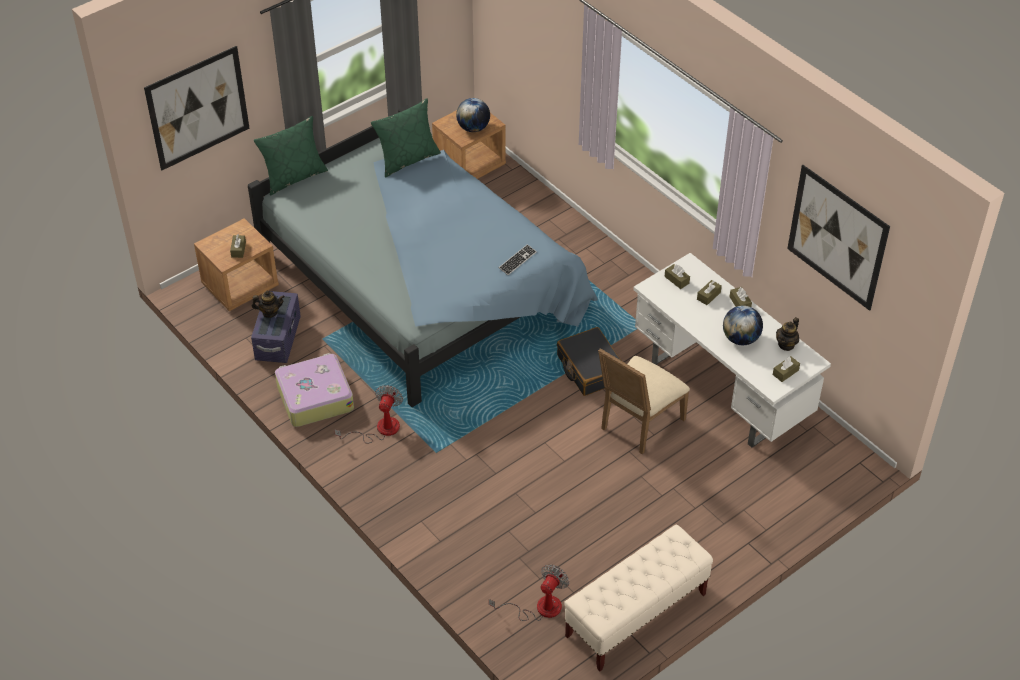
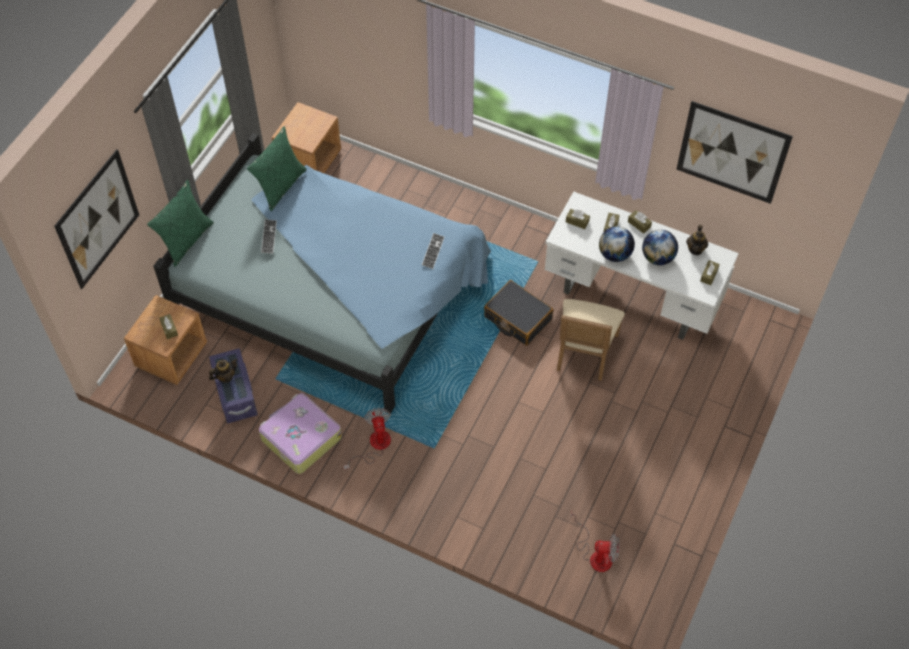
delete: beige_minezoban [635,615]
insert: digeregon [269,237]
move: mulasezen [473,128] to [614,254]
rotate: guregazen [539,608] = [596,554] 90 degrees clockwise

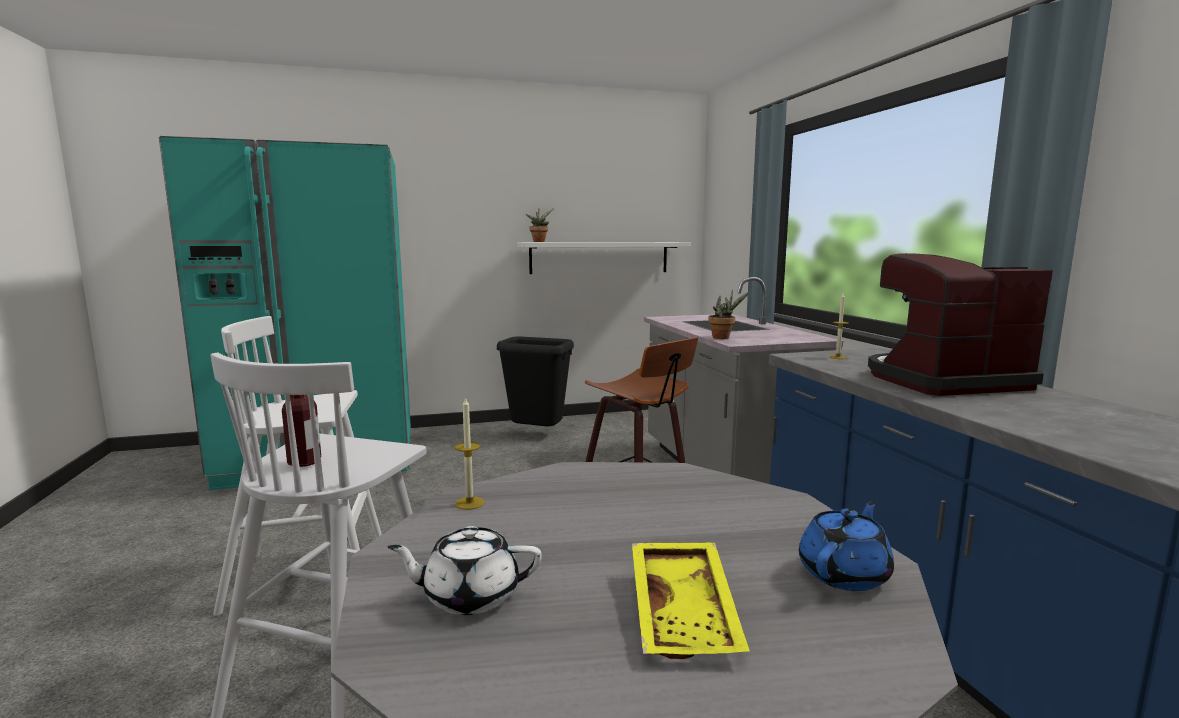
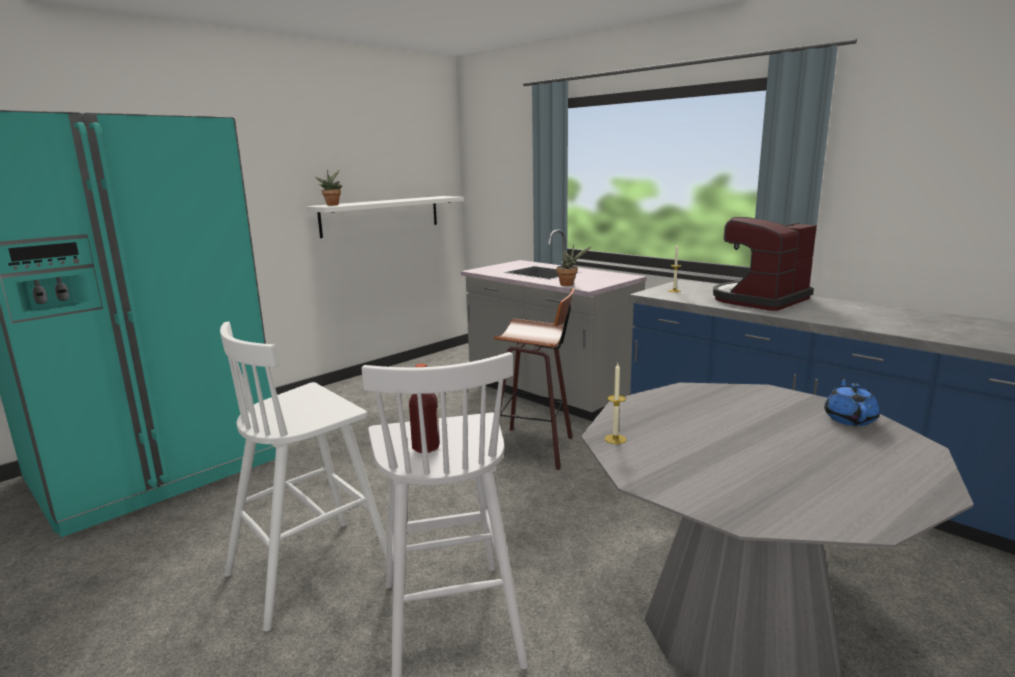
delete: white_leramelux [469,596]; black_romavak [537,434]; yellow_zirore [686,613]

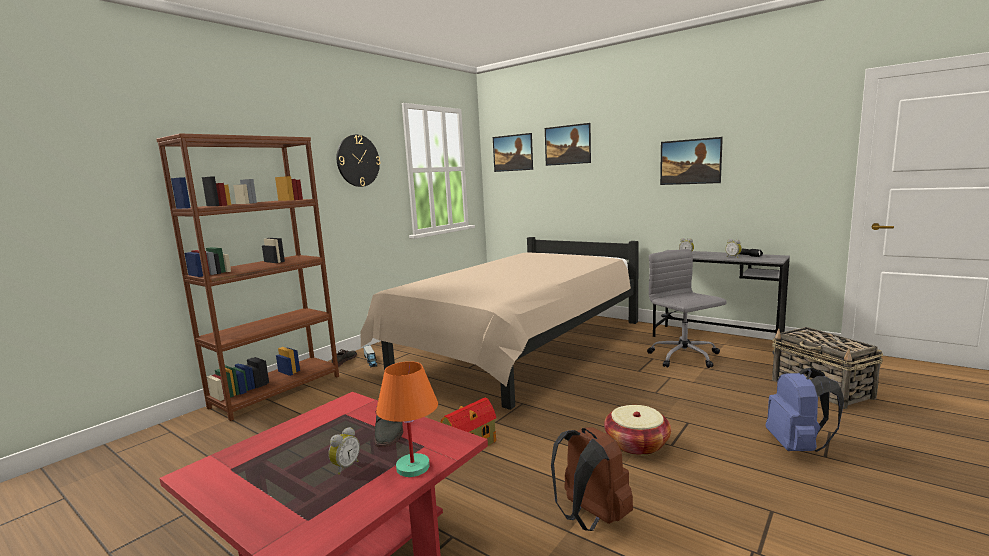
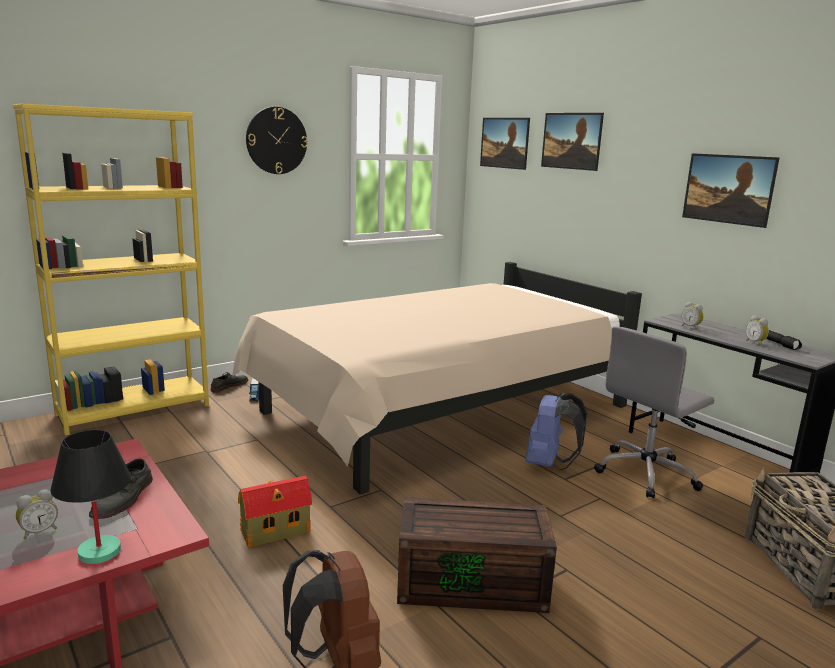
move: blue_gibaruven [798,446] to [549,464]
replace: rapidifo [637,444] to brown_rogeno [473,582]
recolor: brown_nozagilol [277,391] to yellow_nozagilol [134,410]; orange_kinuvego [413,467] to black_kinuvego [100,551]
rotate: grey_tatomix [685,357] = [646,473] 120 degrees counterclockwise

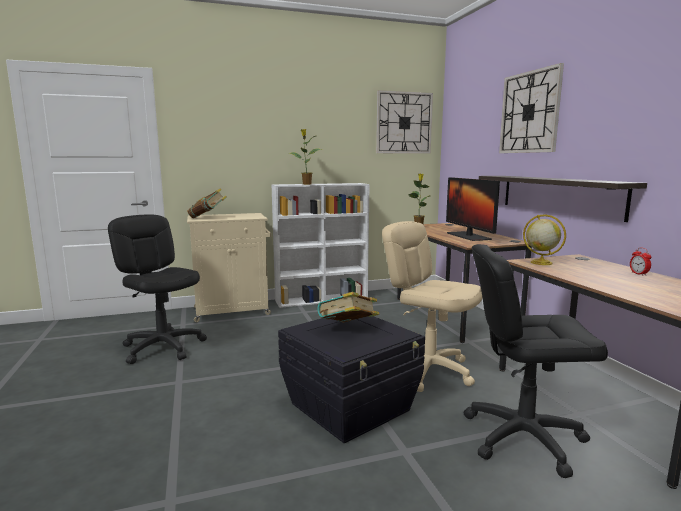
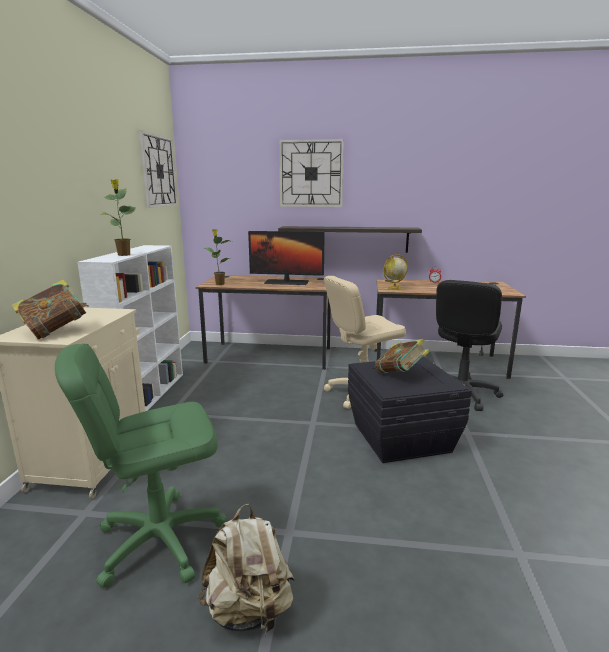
insert: beige_gibaruven [249,610]
recolor: black_tatomix [163,347] to green_tatomix [160,539]

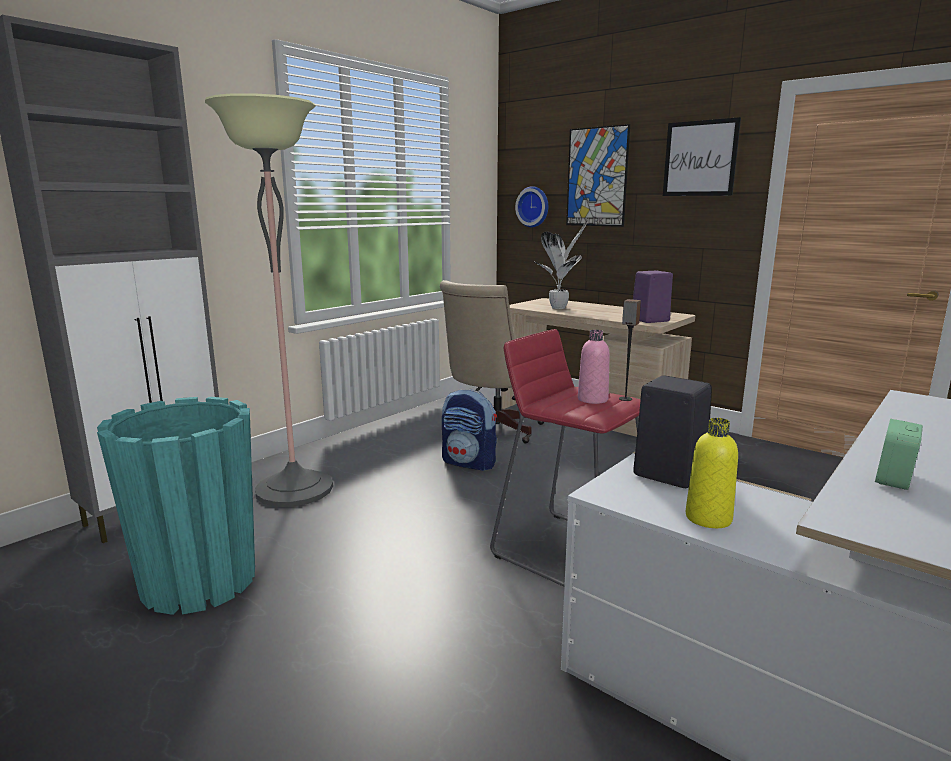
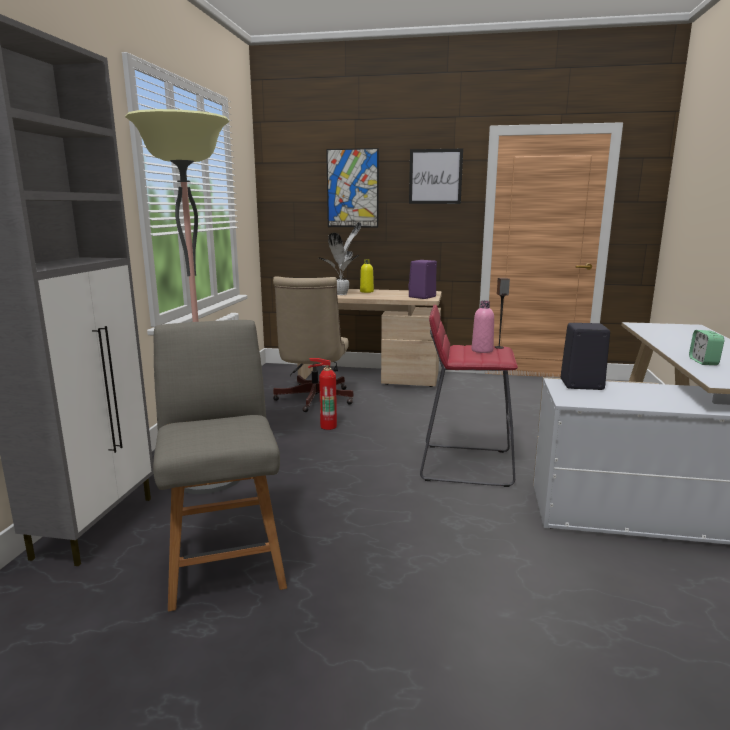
delete: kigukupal [533,207]
move: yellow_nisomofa [708,518] to [366,291]
replace: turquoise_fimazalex [199,581] to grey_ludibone [225,562]; gibaruven [469,463] to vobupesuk [327,426]

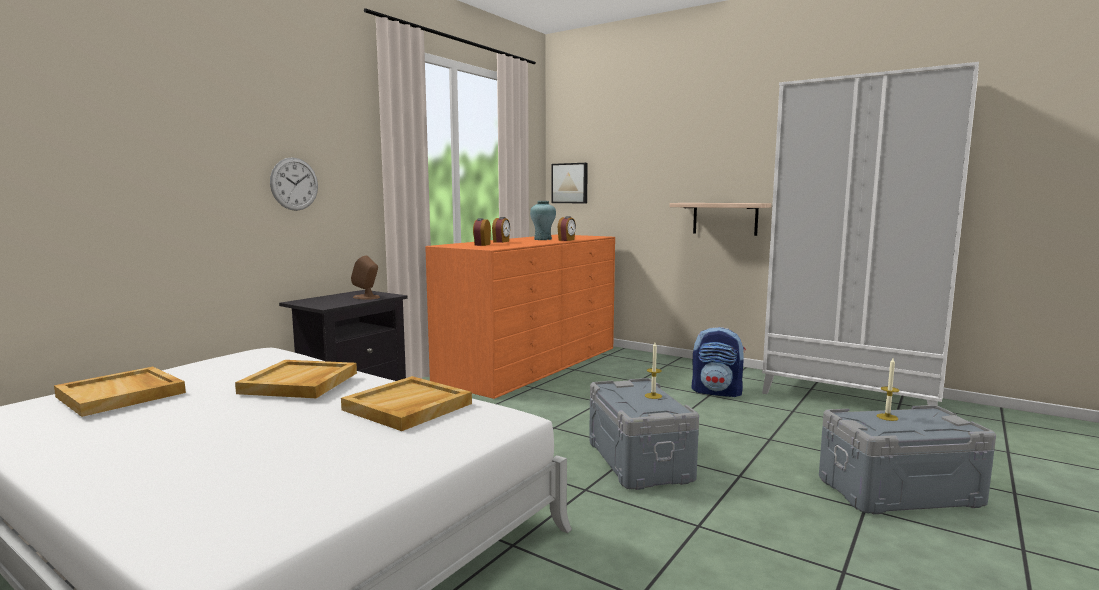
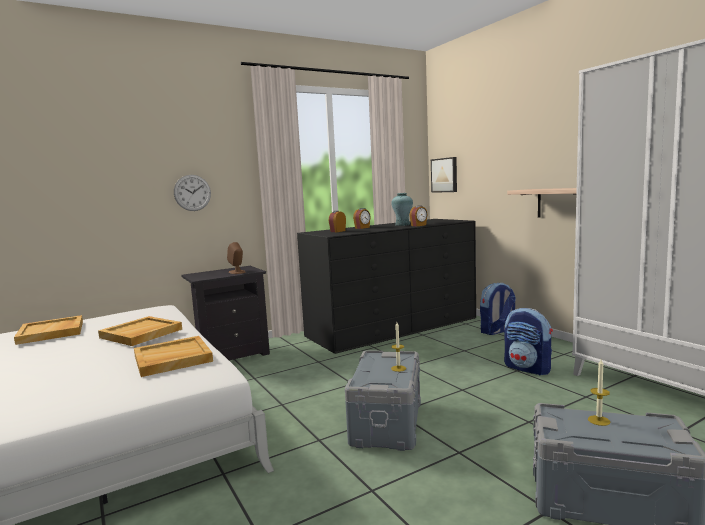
insert: gibaruven [497,331]
recolor: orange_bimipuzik [531,364] to black_bimipuzik [393,327]

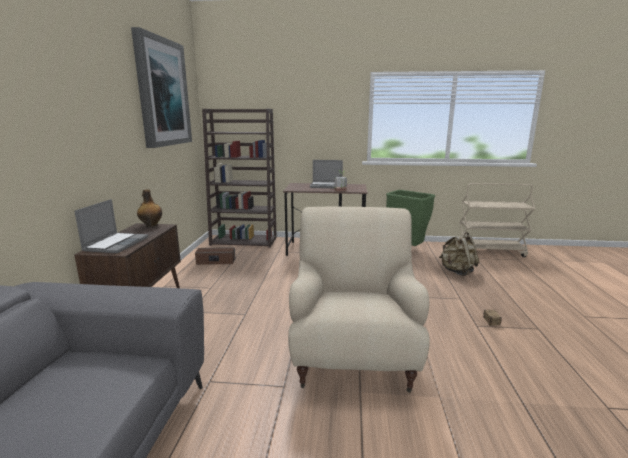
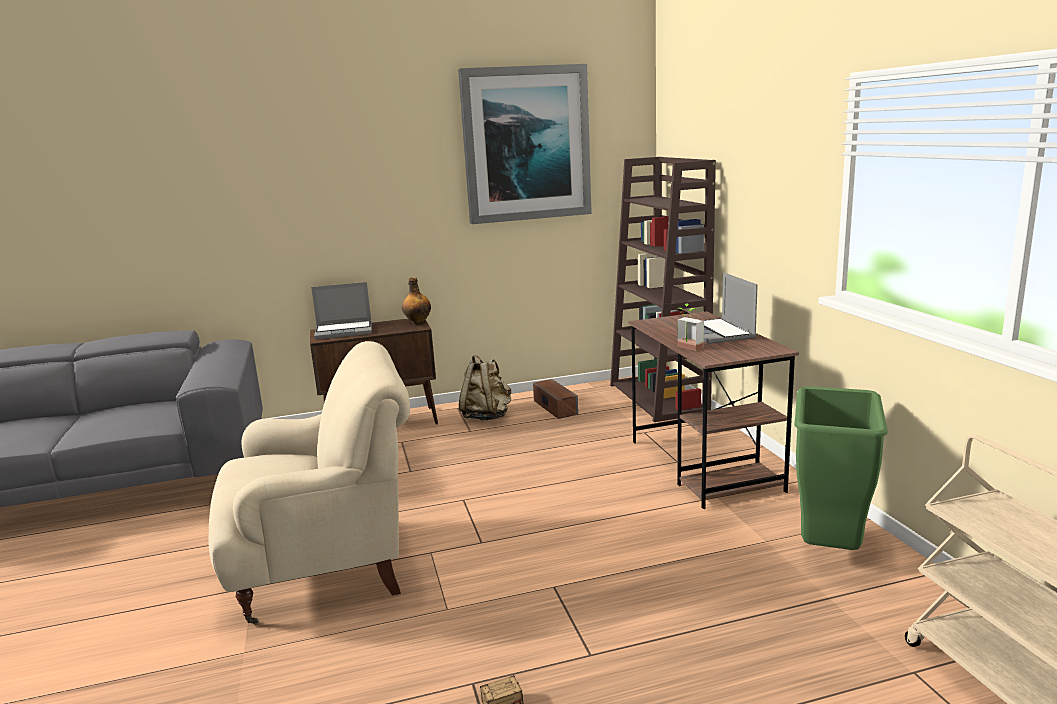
move: beige_gibaruven [457,271] to [487,416]

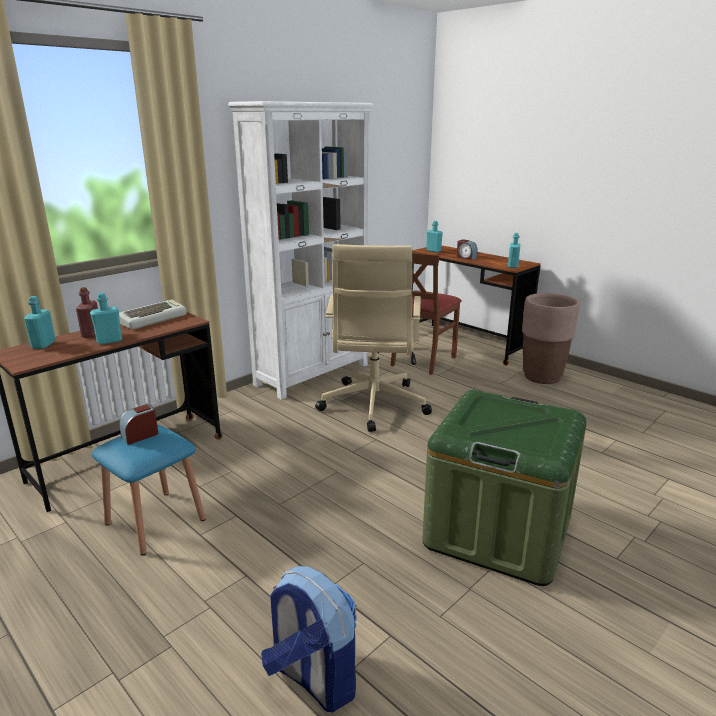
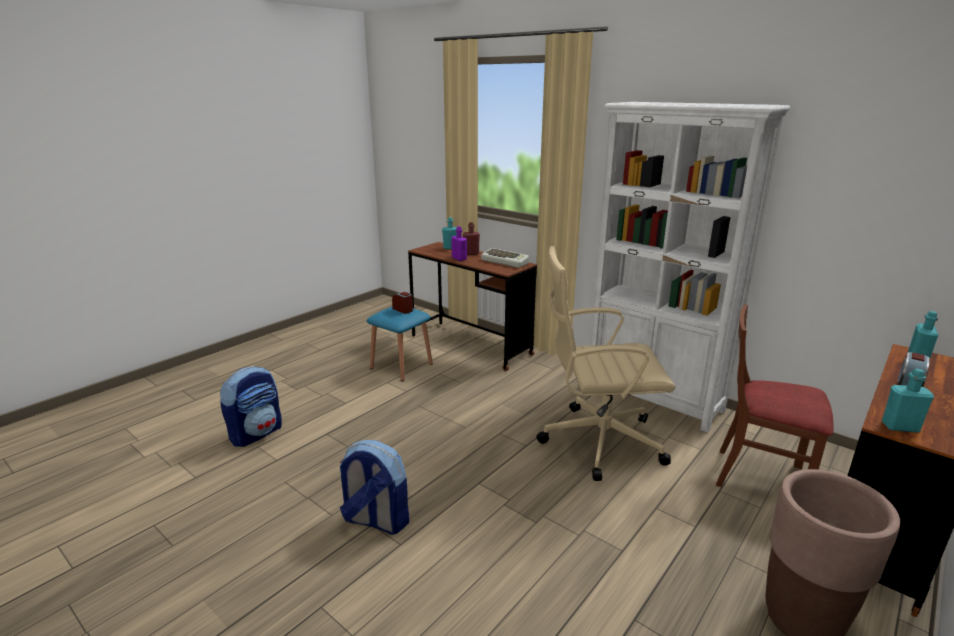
replace: green_rogeno [498,530] to gibaruven [375,520]
recolor: turquoise_nisomofa [109,341] to purple_nisomofa [459,258]

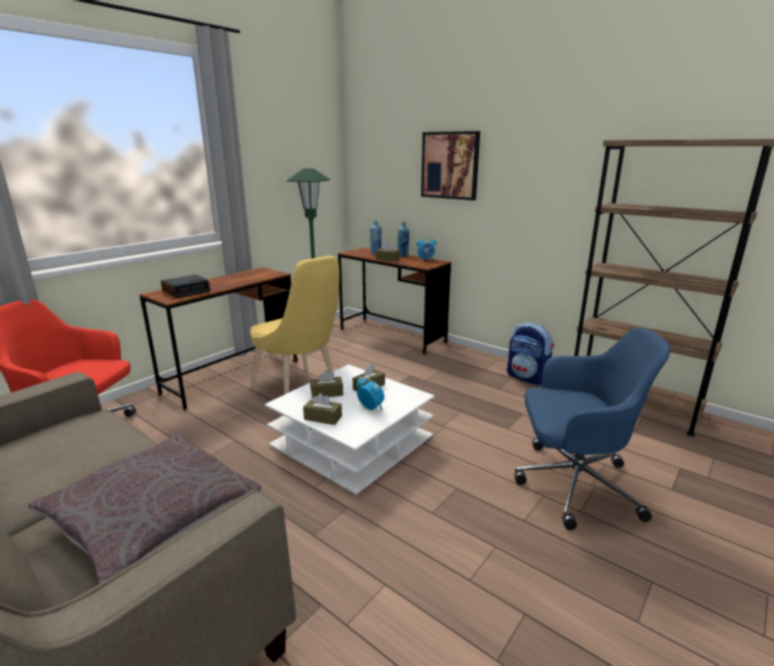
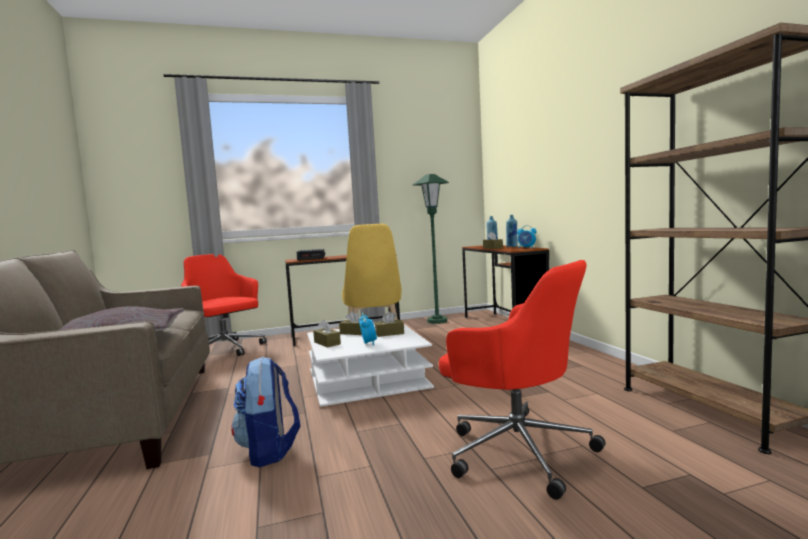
delete: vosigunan [450,165]
move: gibaruven [528,378] to [269,450]
recolor: blue_tatomix [572,484] to red_tatomix [516,449]

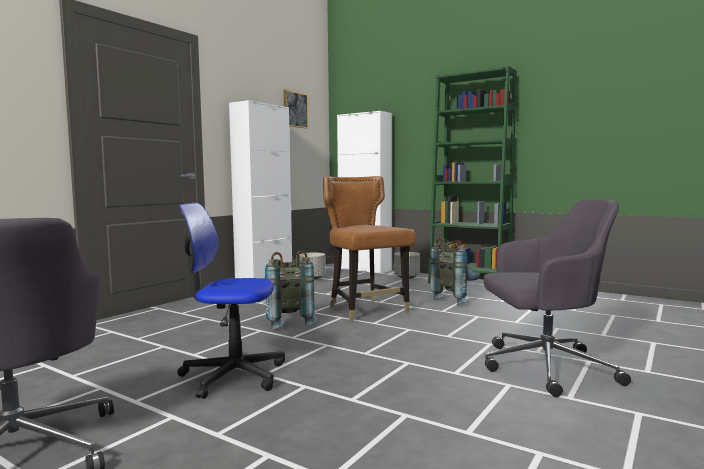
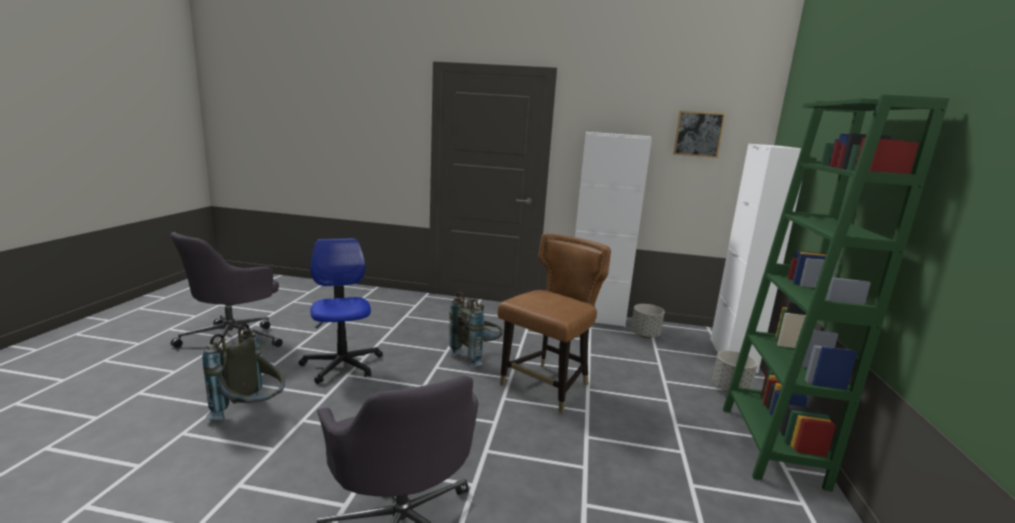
move: grey_gibaruven [456,300] to [252,414]

